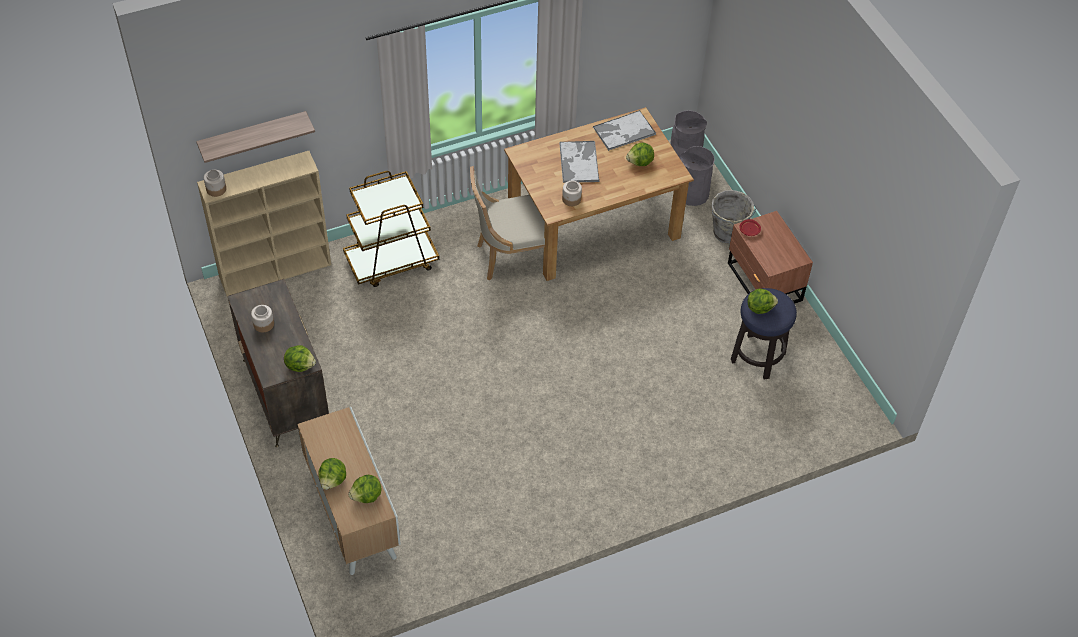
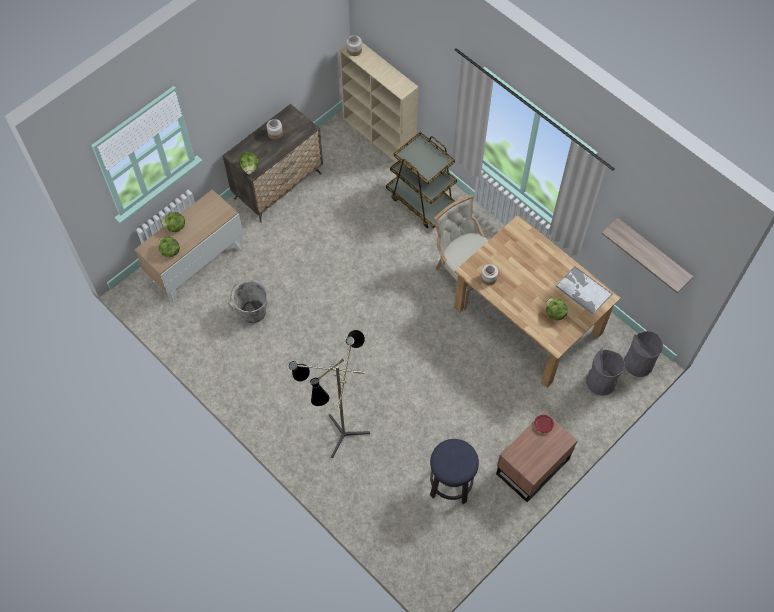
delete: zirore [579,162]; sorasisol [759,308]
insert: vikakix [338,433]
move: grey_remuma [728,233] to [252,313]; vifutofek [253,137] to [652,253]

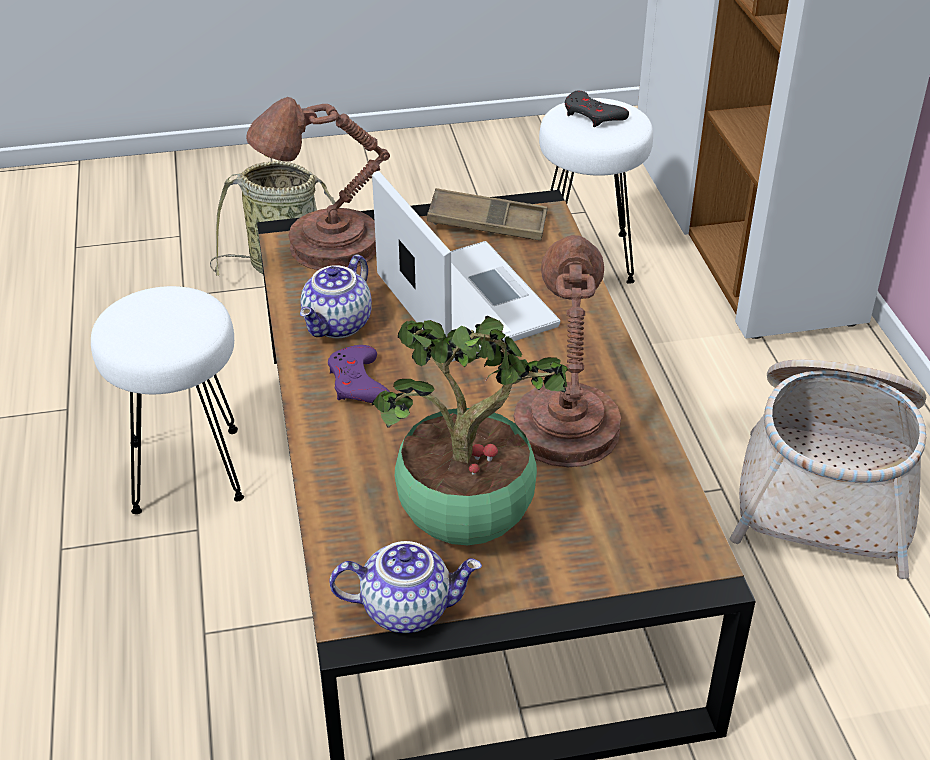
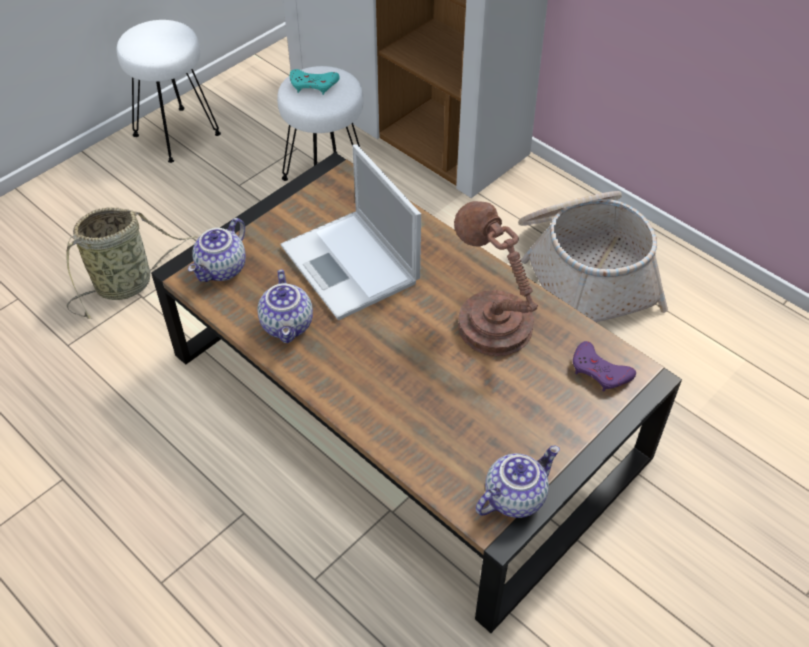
delete: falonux [469,523]; brown_zirore [487,223]
move: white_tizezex [188,470] to [178,134]; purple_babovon [358,383] to [600,371]
replace: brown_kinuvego [326,247] to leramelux [222,269]
recolor: grey_babovon [593,115] to turquoise_babovon [313,85]
rotate: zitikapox [463,300] = [351,266] 150 degrees counterclockwise

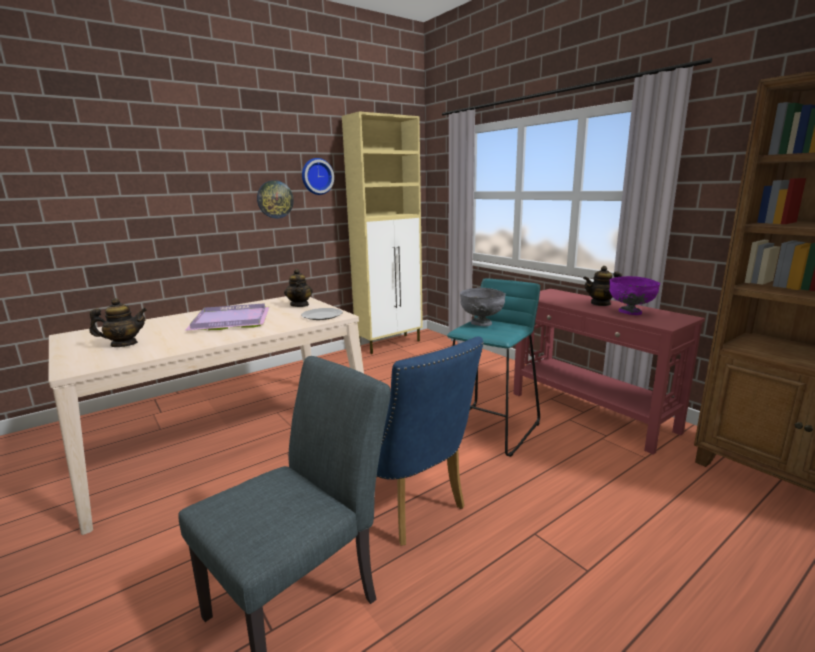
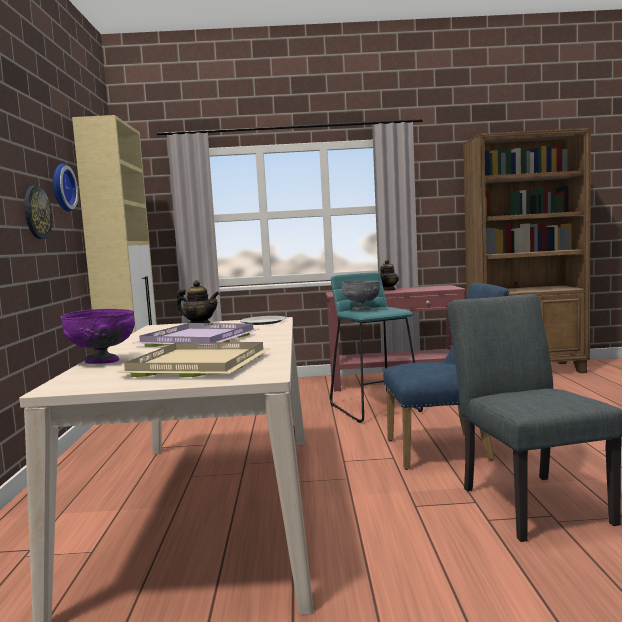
move: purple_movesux [630,312] to [102,362]
replace: leramelux [124,344] to beige_zirore [195,365]

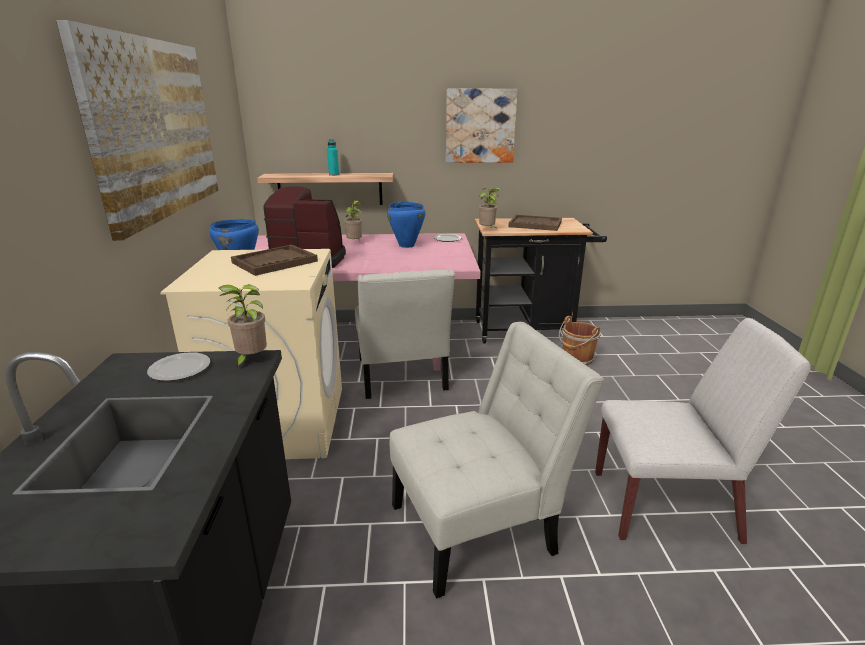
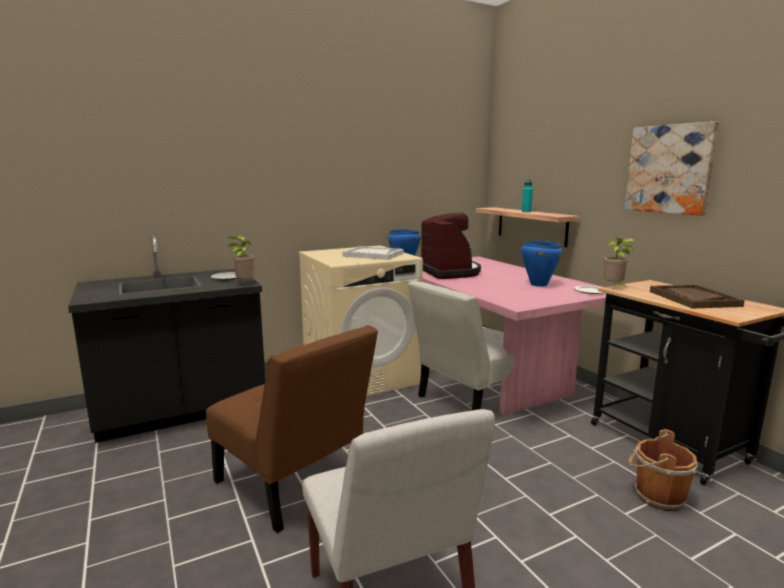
delete: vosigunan [155,129]; falonux [355,243]
recolor: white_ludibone [480,526] to brown_ludibone [294,485]; brown_zirore [274,262] to white_zirore [373,255]

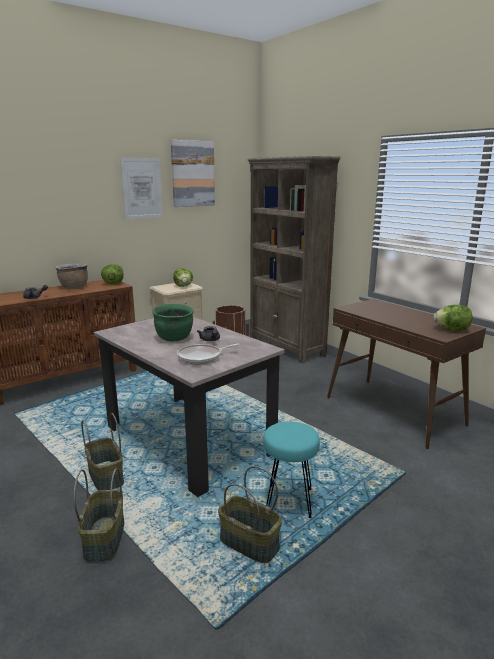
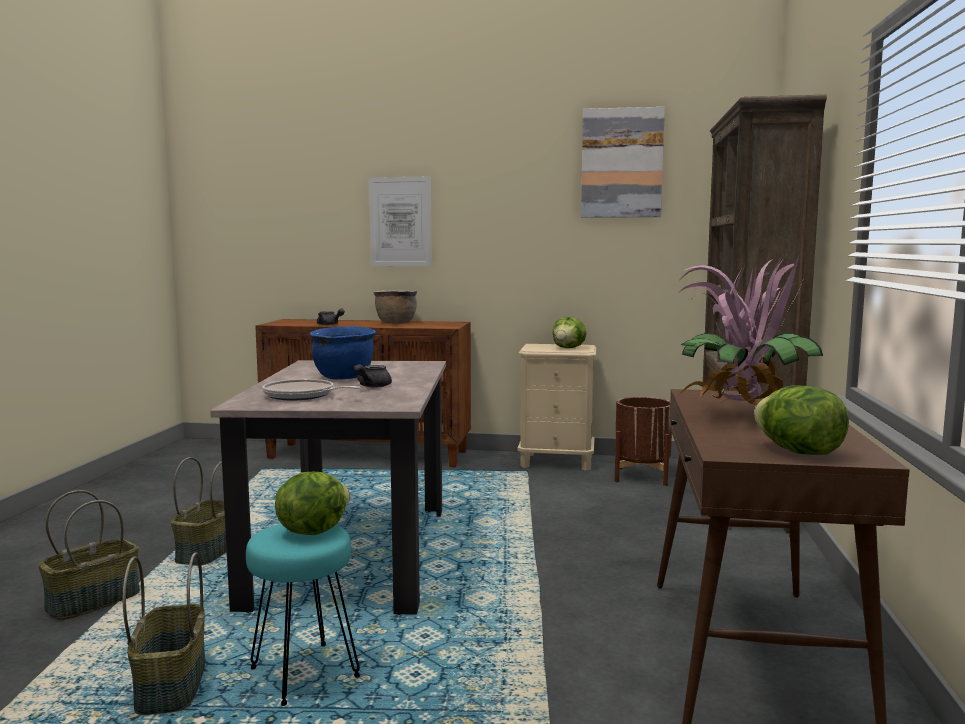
insert: falonux [741,417]
move: sorasisol [113,283] to [312,530]; vosigunan [142,188] to [400,221]
recolor: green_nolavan [174,338] to blue_nolavan [344,378]

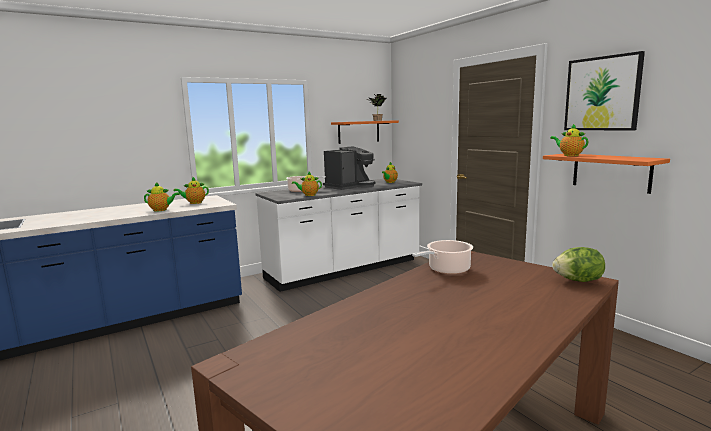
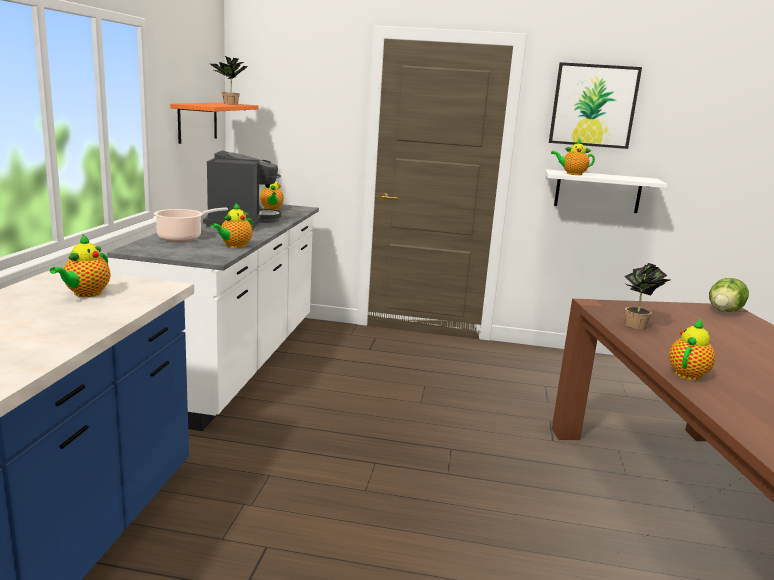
move: leramelux [161,210] to [688,373]
replace: nolavan [447,270] to falonux [637,326]
recolor: orange_vifutofek [611,172] to white_vifutofek [597,191]

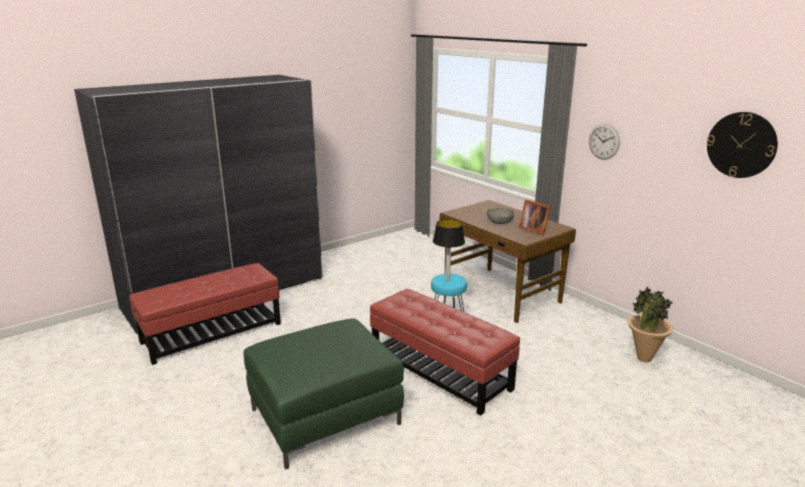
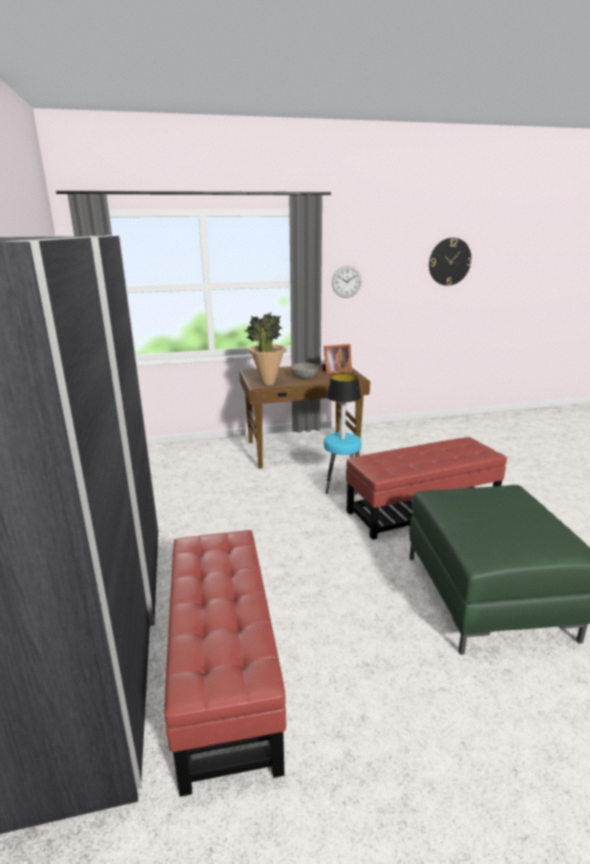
move: falonux [643,358] to [268,383]

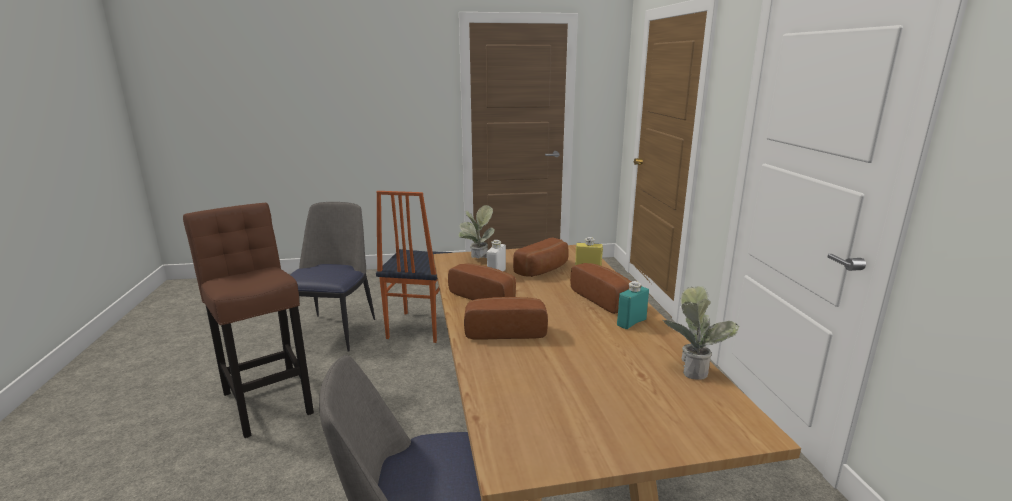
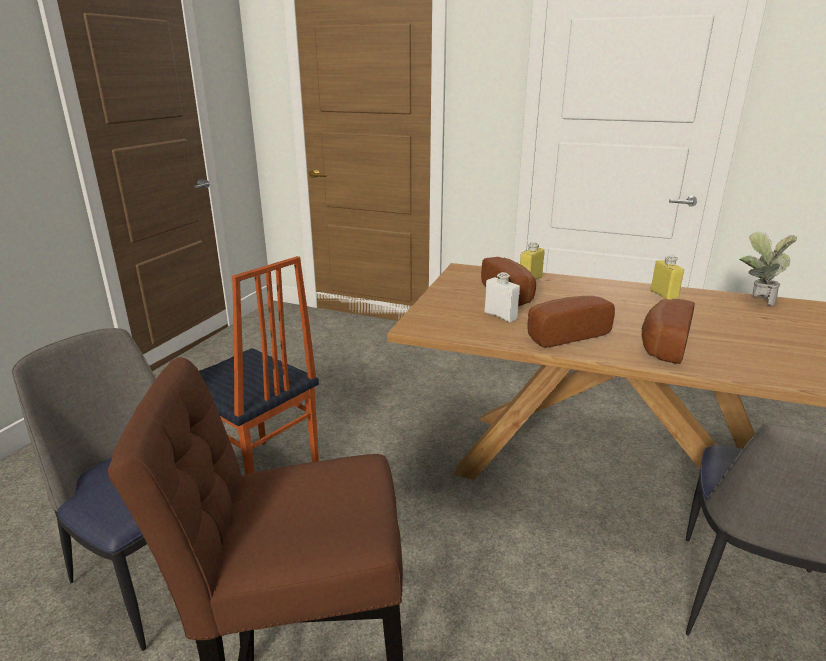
delete: falonux [477,261]; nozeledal [604,299]
recolor: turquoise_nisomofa [631,322] to yellow_nisomofa [663,295]

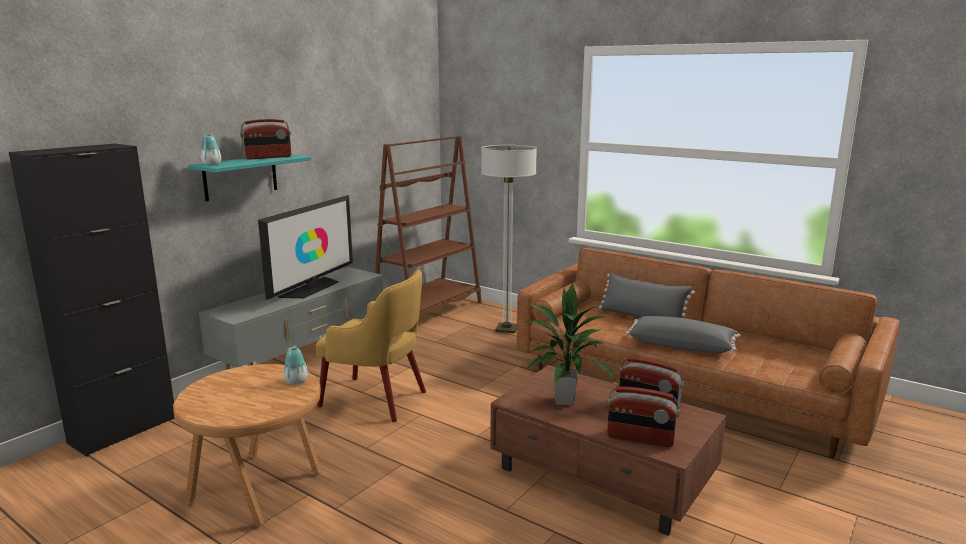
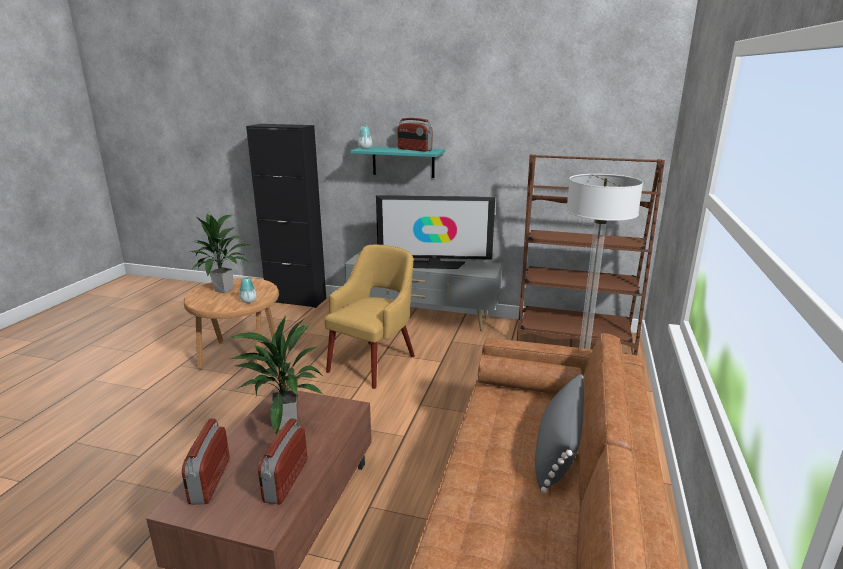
delete: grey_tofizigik [681,346]
insert: falonux [224,290]
rotate: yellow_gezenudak [376,399] = [374,362] 150 degrees counterclockwise

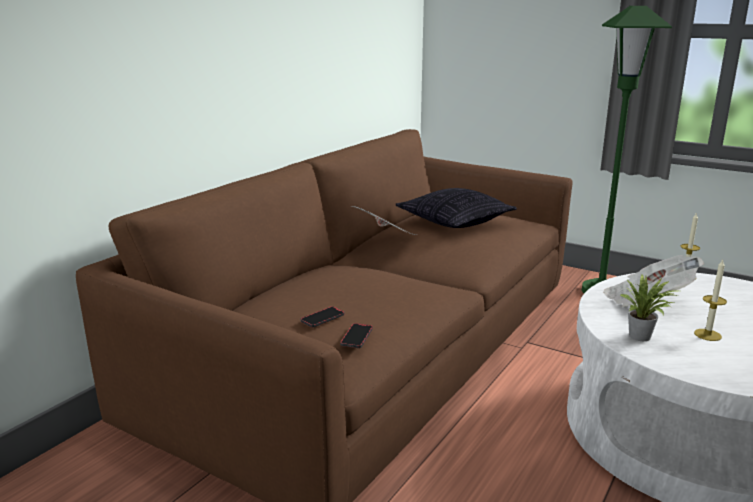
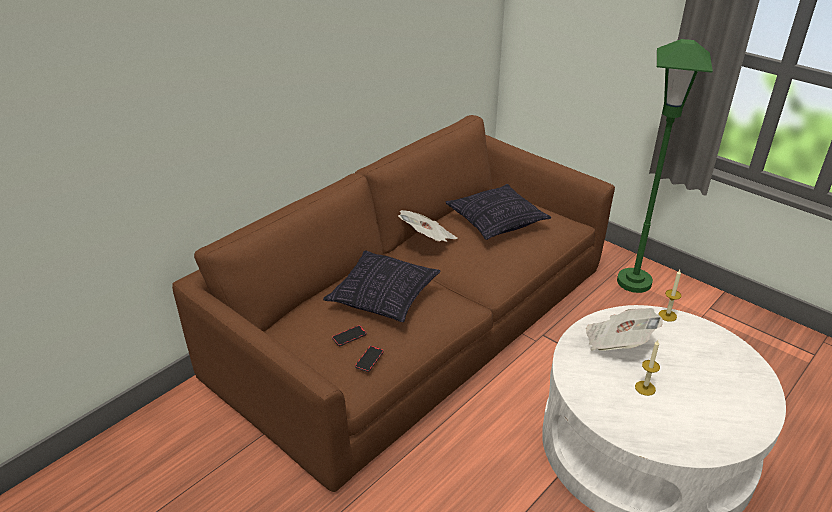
delete: falonux [642,337]
insert: tofizigik [383,297]

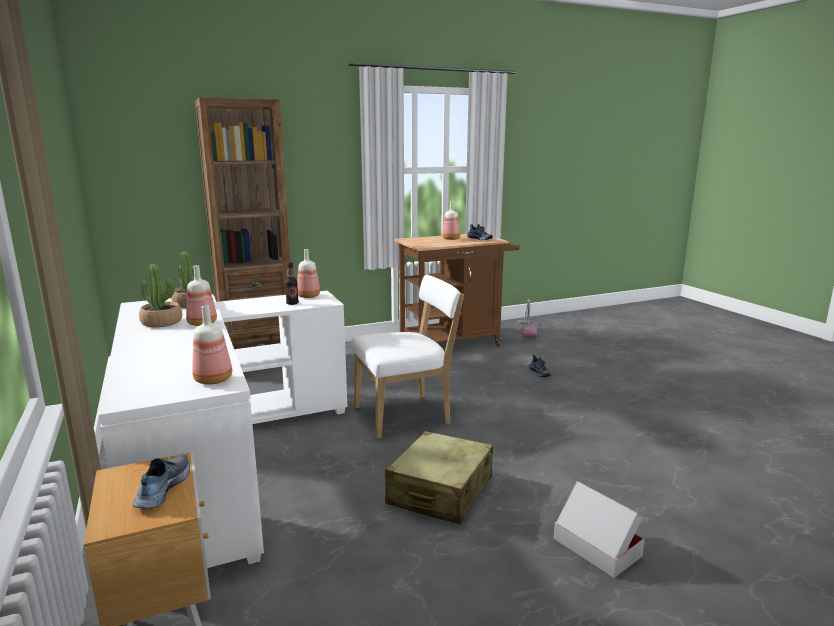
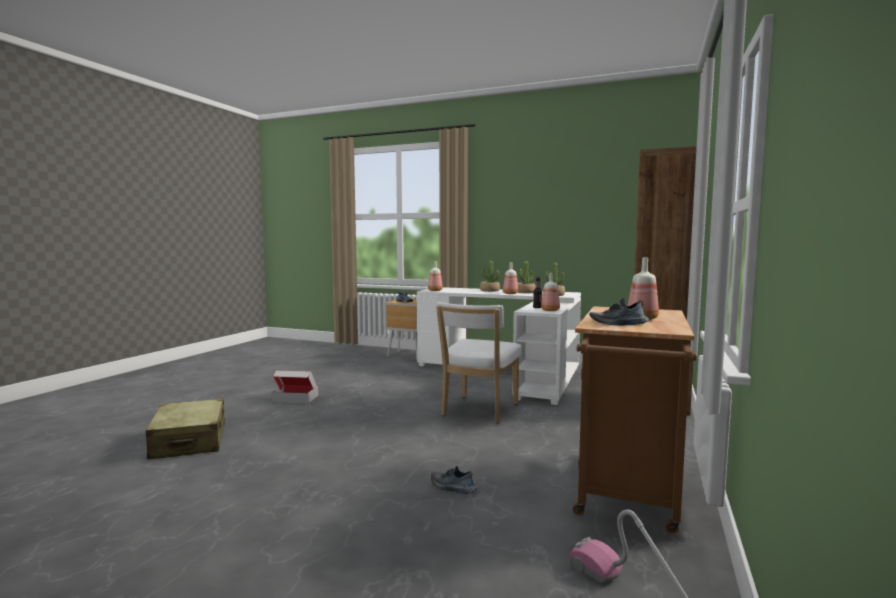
insert: falonux [489,290]
move: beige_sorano [440,491] to [189,441]

